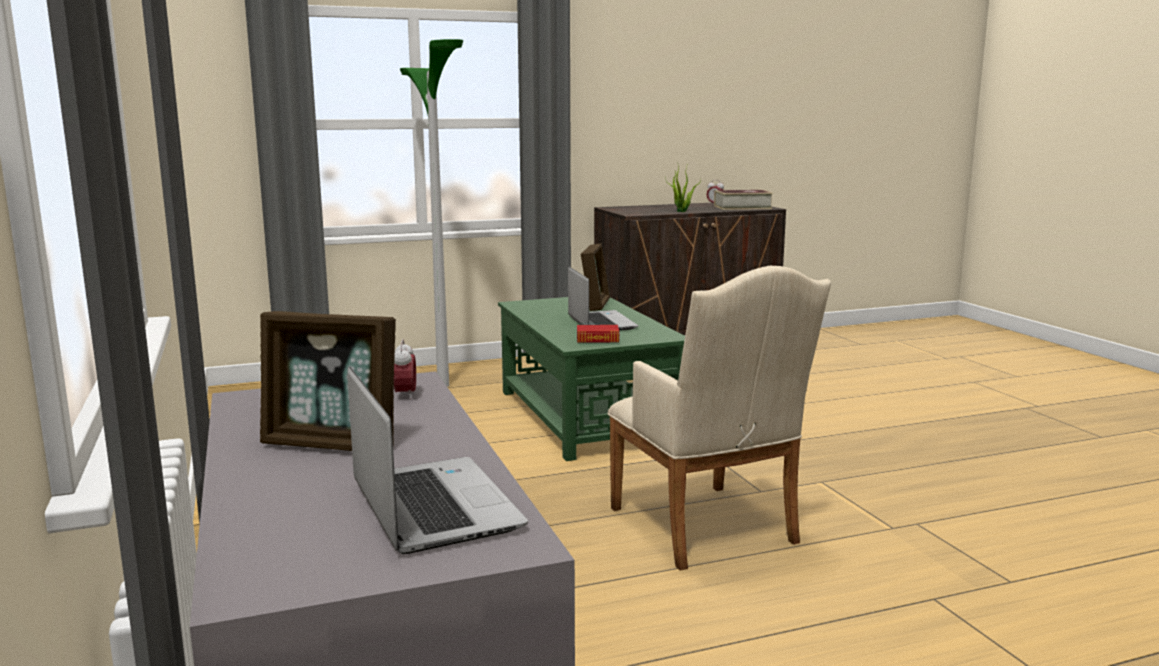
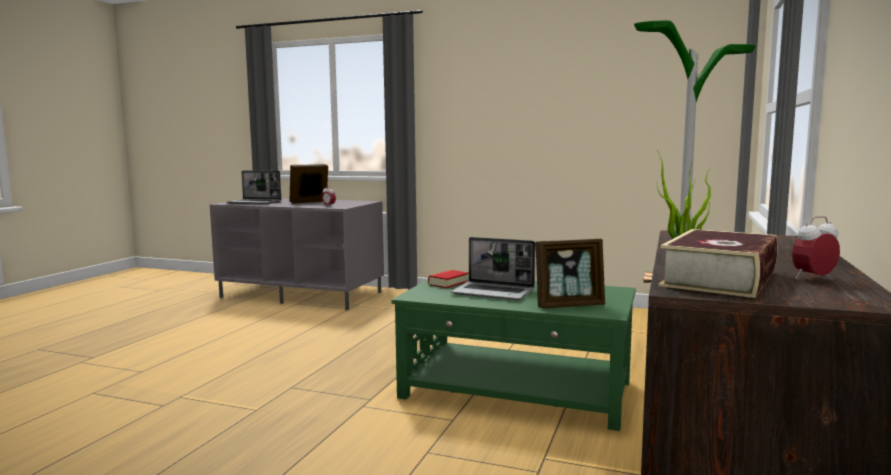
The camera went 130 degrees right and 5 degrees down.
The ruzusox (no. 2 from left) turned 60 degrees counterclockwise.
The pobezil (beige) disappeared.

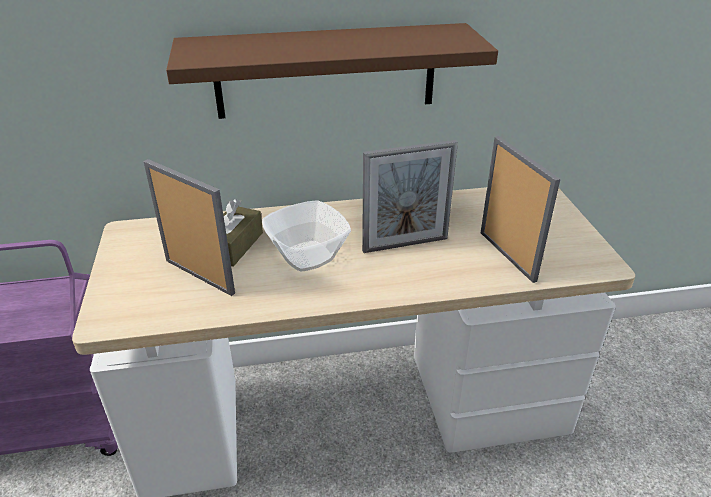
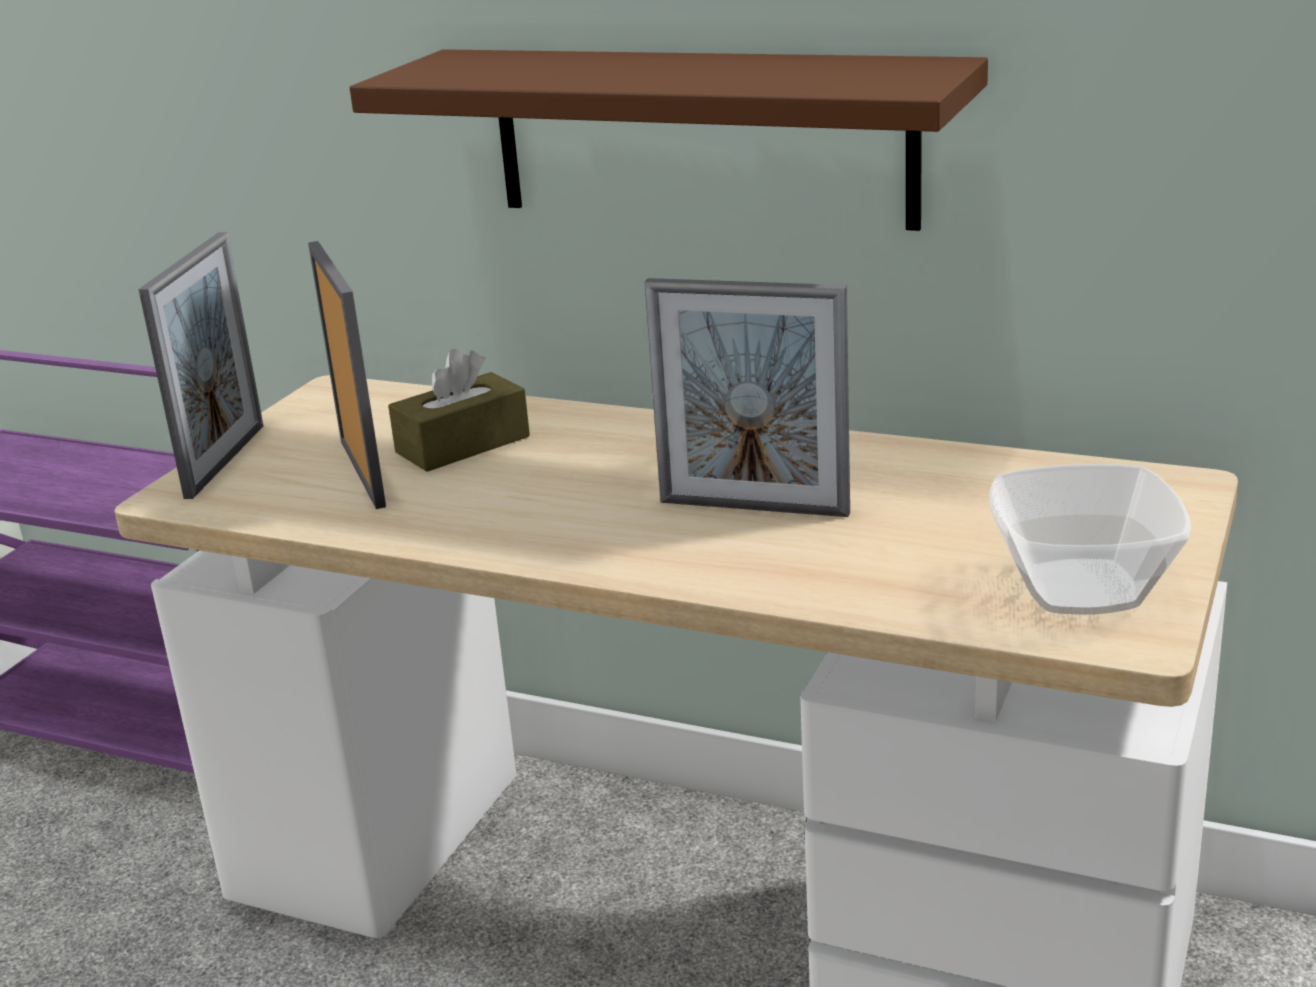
The camera went 35 degrees right and 10 degrees down.
The ruzusox (no. 3 from left in the first image) moved.
The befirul moved.

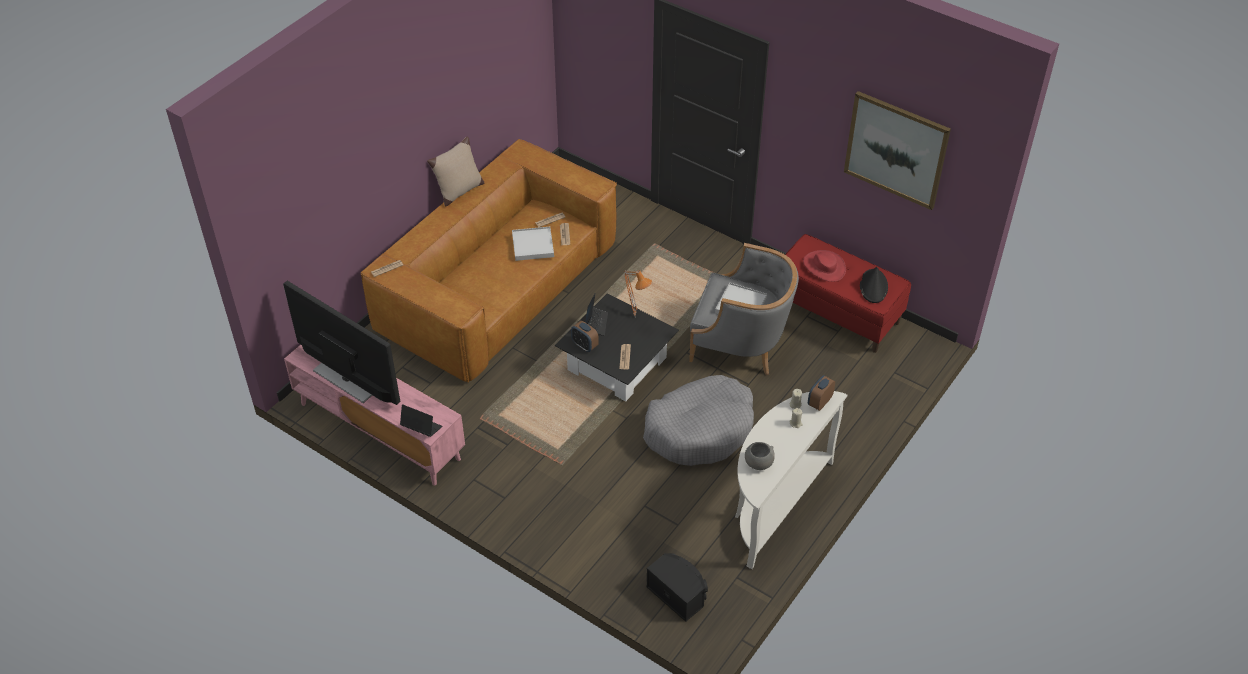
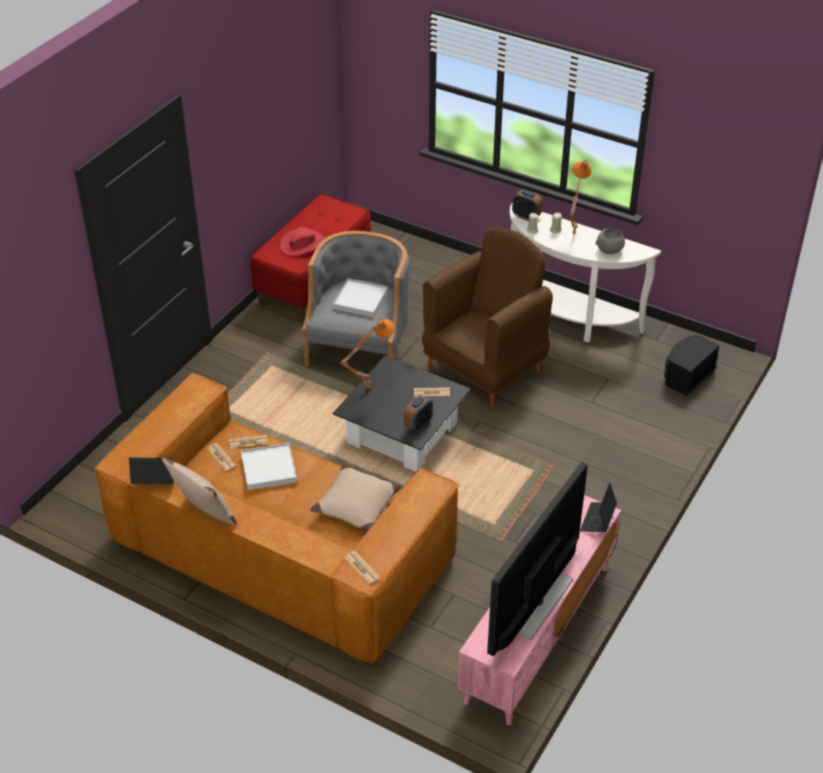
The camera went 95 degrees left and 5 degrees down.
The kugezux (no. 2 from left in the first image) moved.
The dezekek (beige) (no. 2 from left) appeared.
The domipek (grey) was replaced by the pobezil (brown).
The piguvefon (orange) (no. 2 from left) appeared.
The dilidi disappeared.
The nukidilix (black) disappeared.

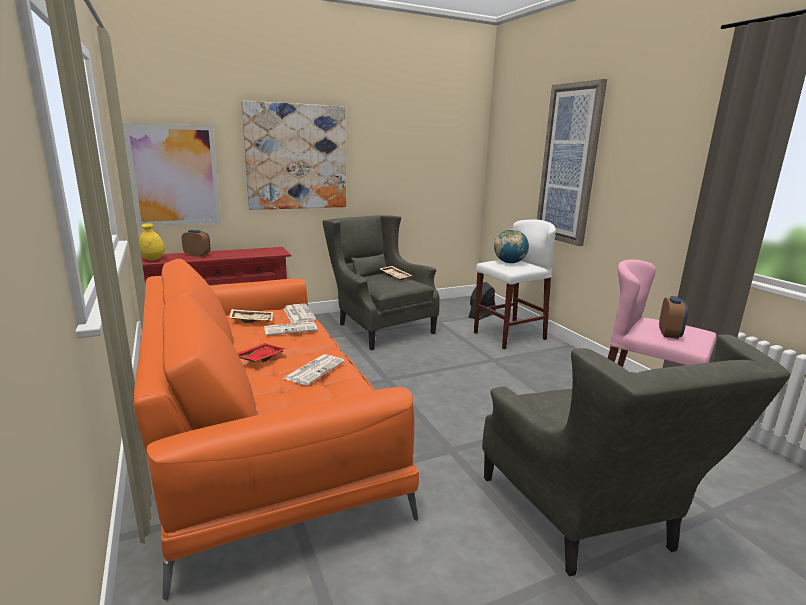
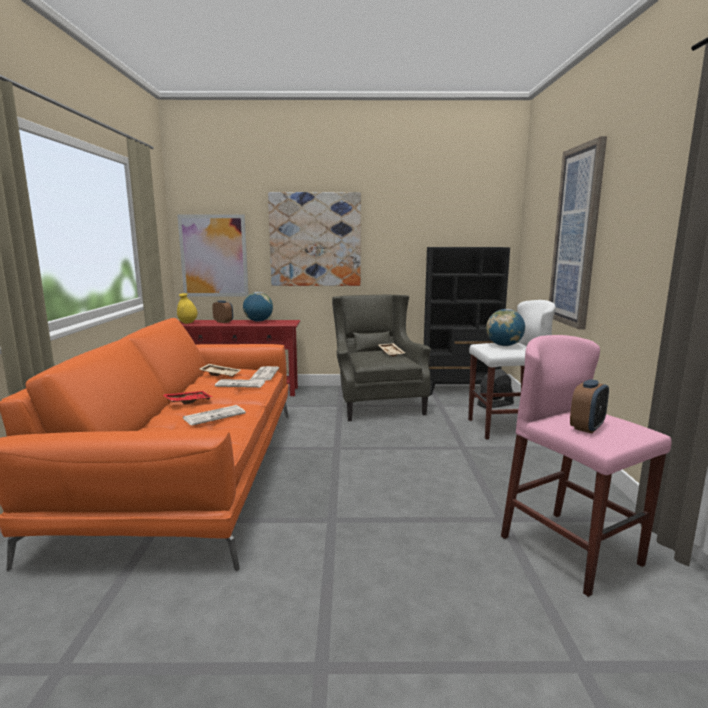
The camera went 25 degrees right and 5 degrees down.
The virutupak (no. 1 from left) appeared.
The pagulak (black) appeared.
The pobezil (grey) (no. 2 from left) disappeared.

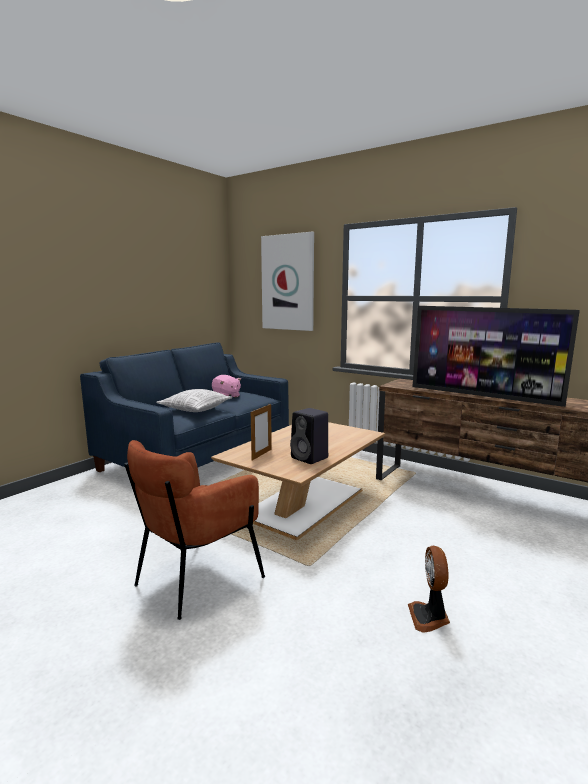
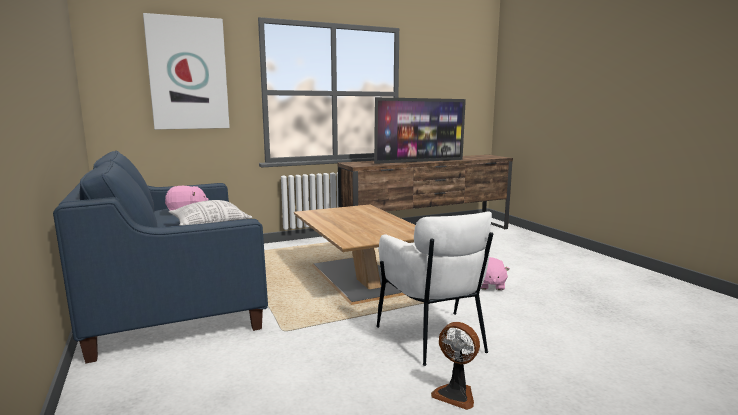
The camera went 60 degrees left and 0 degrees up.
The pobezil (brown) became the pobezil (white).
The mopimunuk moved.
The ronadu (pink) (no. 2 from left) appeared.
The ruzusox disappeared.
The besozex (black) disappeared.

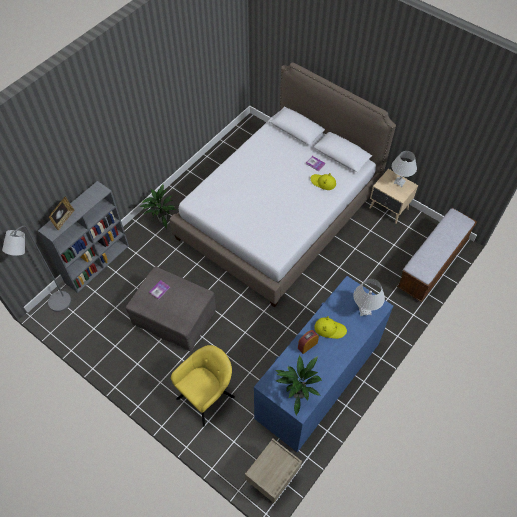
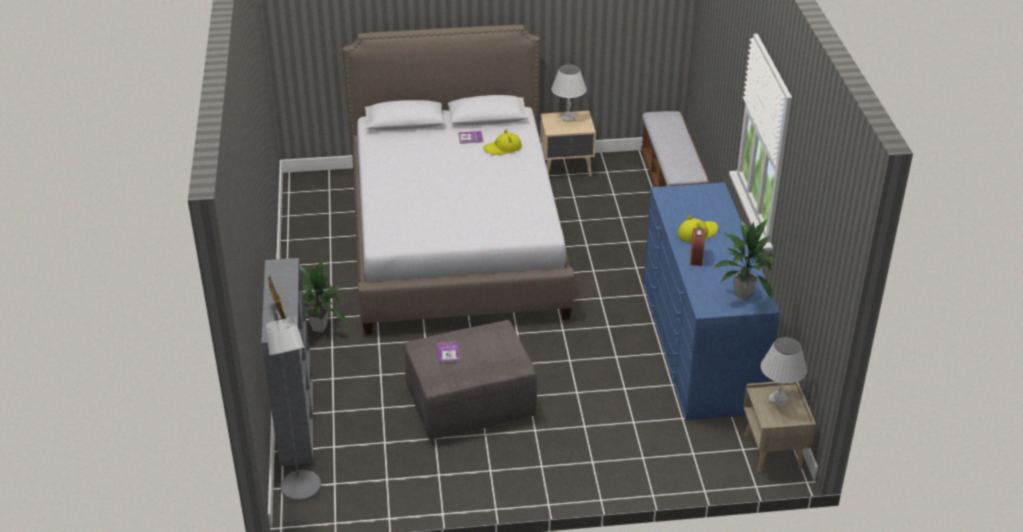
The camera went 45 degrees left and 20 degrees down.
The piguvefon (white) (no. 1 from left in the first image) moved.
The pobezil (yellow) disappeared.

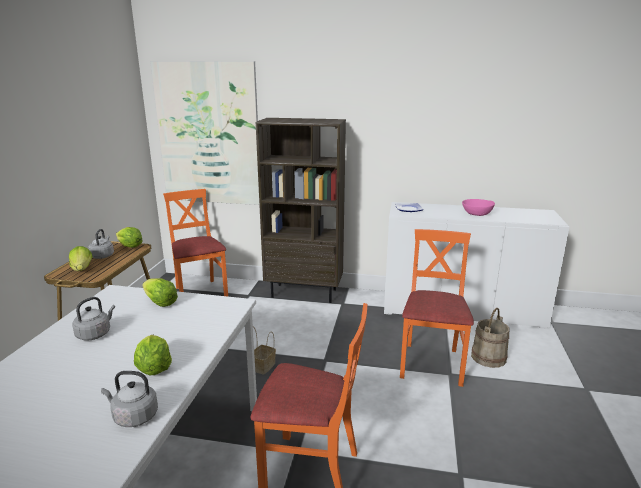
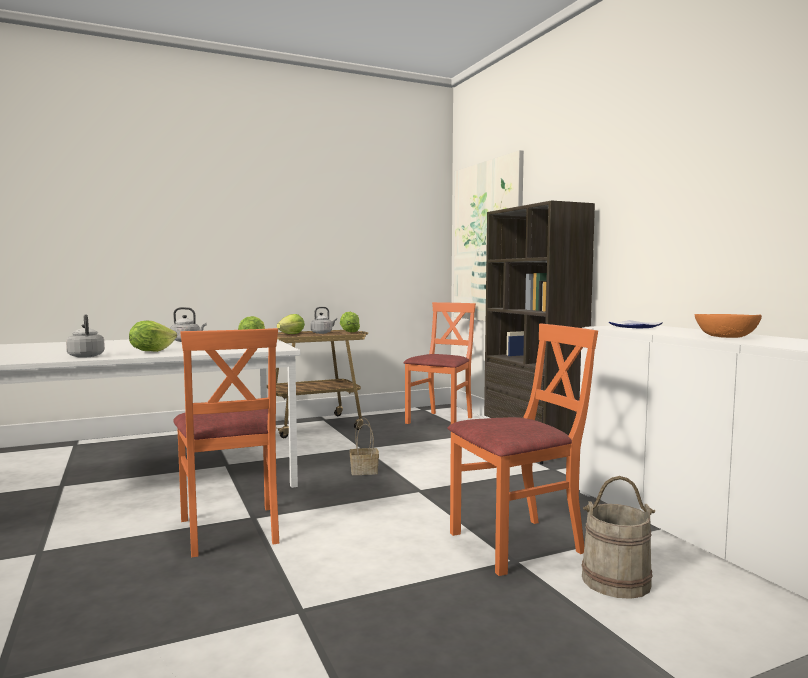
The camera went 55 degrees right and 15 degrees down.
The befirul (pink) became the befirul (orange).

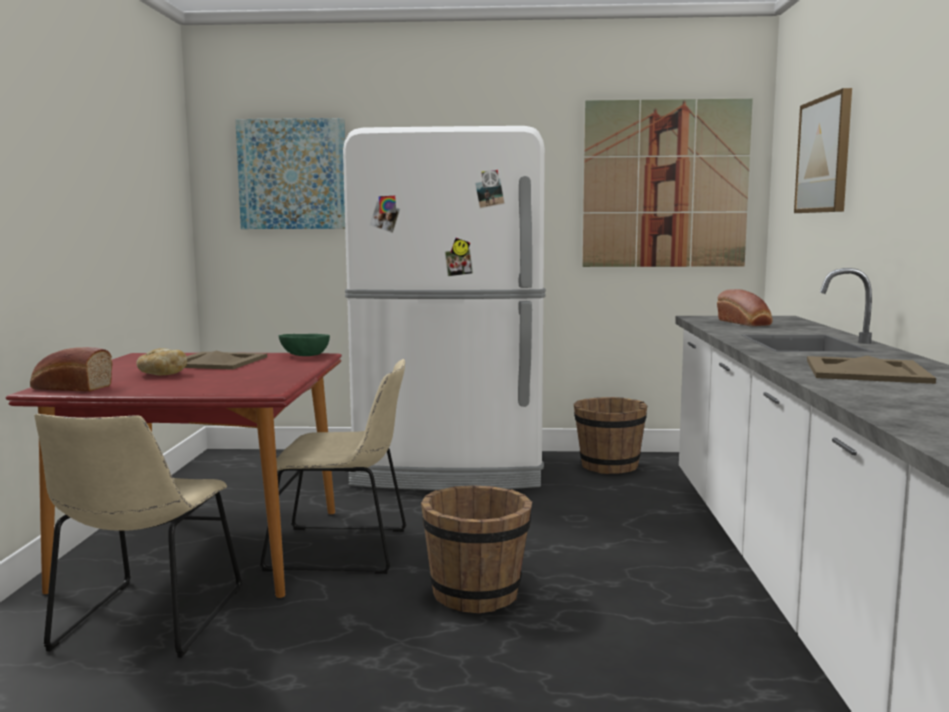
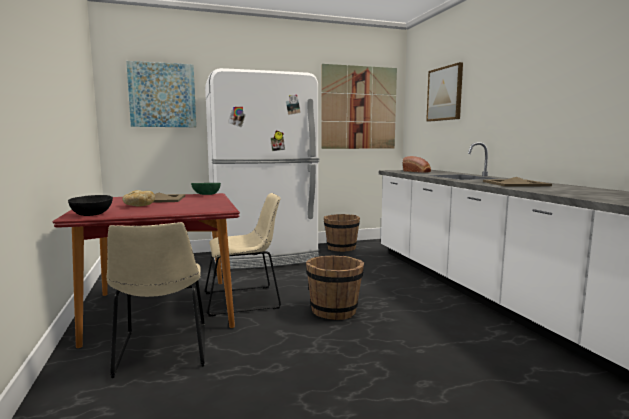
The camera went 20 degrees left and 0 degrees up.
The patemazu (no. 1 from left) was replaced by the befirul (black).

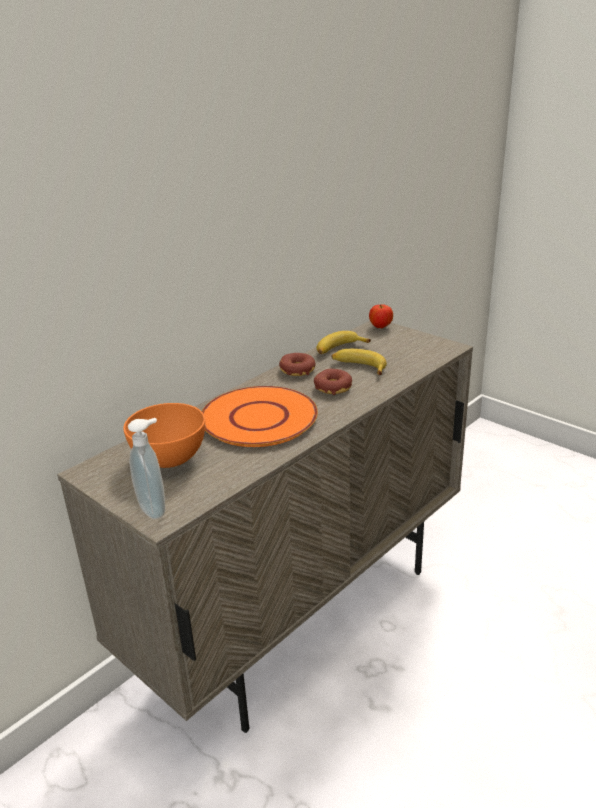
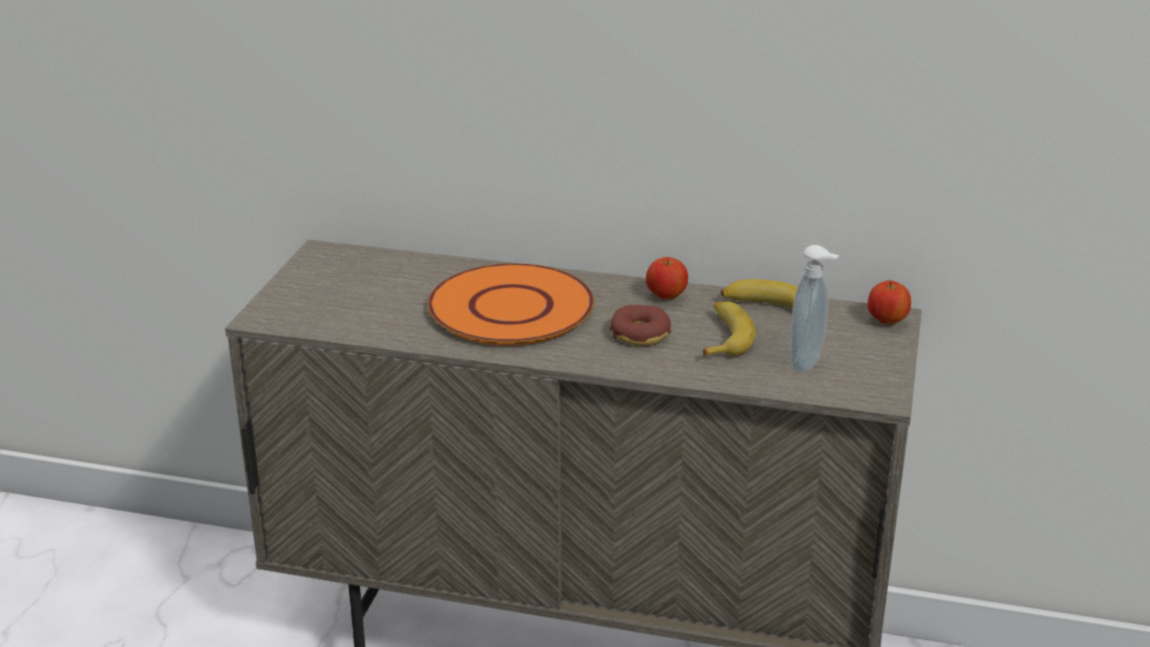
The camera went 60 degrees right and 0 degrees up.
The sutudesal (no. 1 from left) was replaced by the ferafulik (no. 1 from left).
The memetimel moved.
The befirul (orange) disappeared.

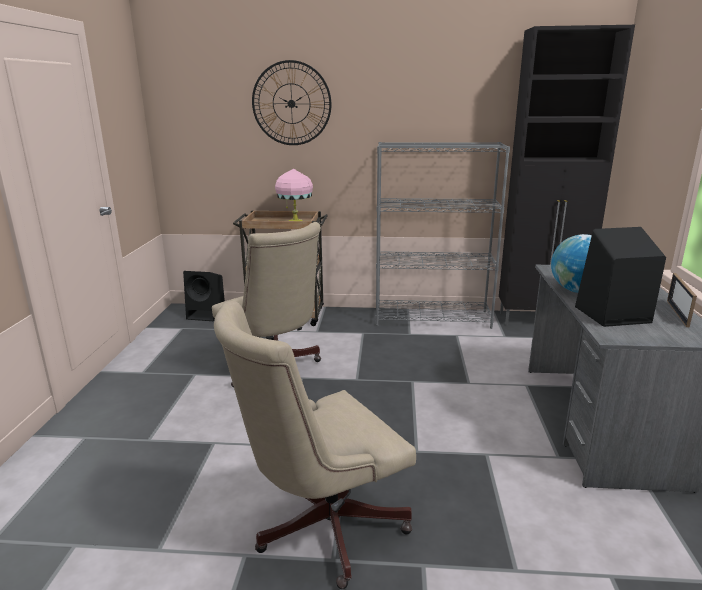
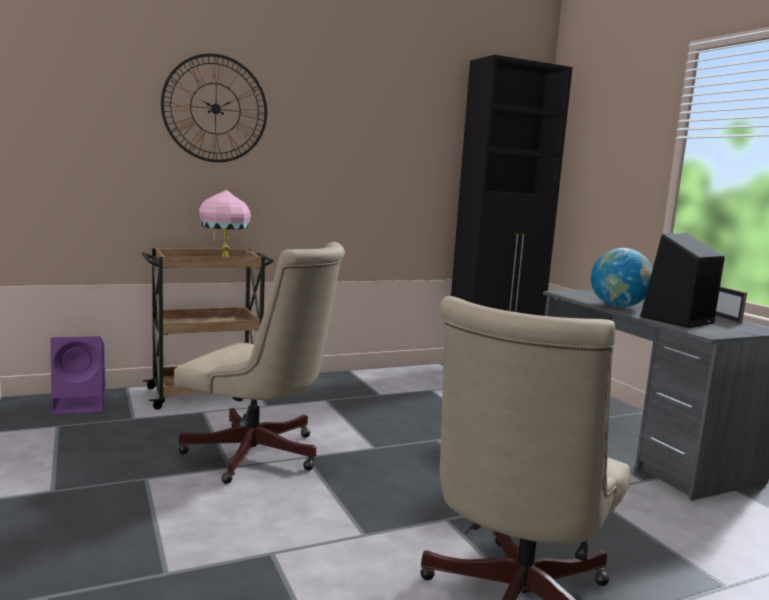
The camera went 30 degrees left and 10 degrees down.
The besozex (black) (no. 1 from left) became the besozex (purple).
The pagulak (grey) disappeared.

